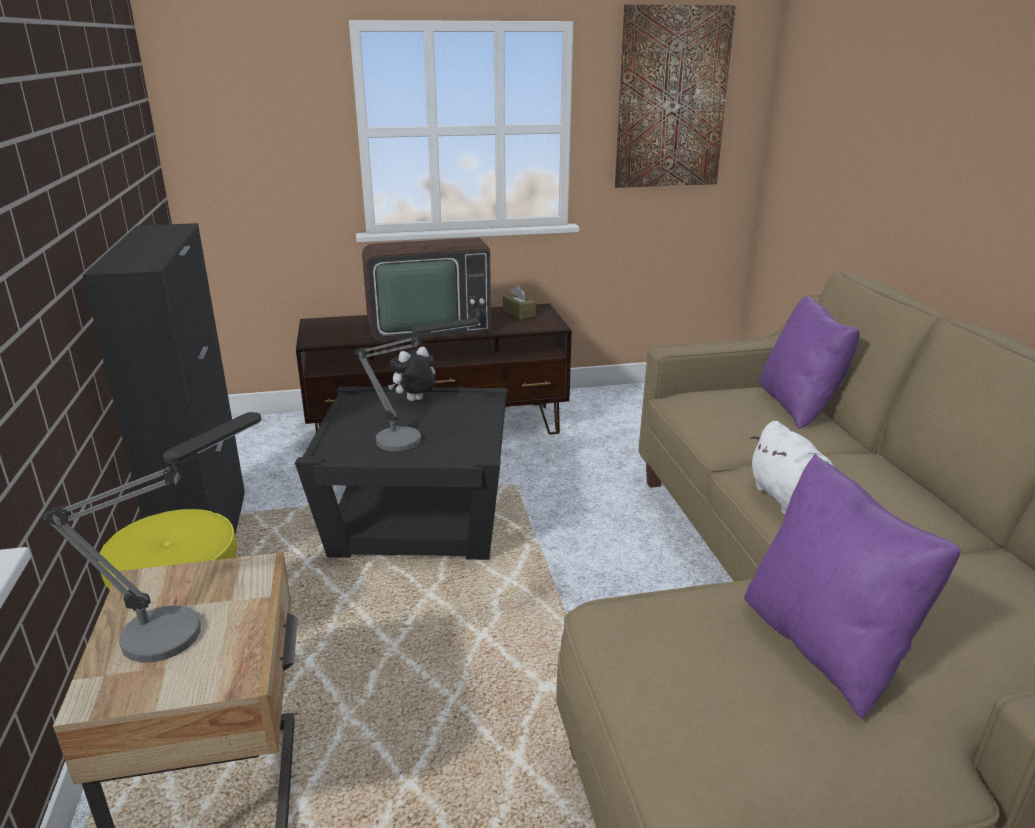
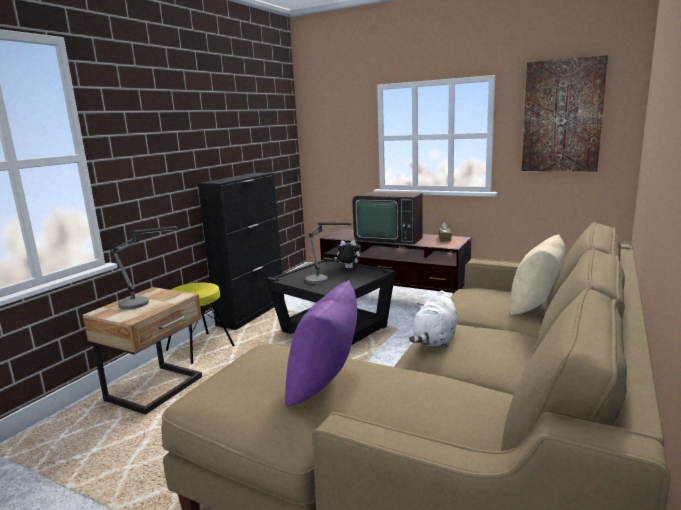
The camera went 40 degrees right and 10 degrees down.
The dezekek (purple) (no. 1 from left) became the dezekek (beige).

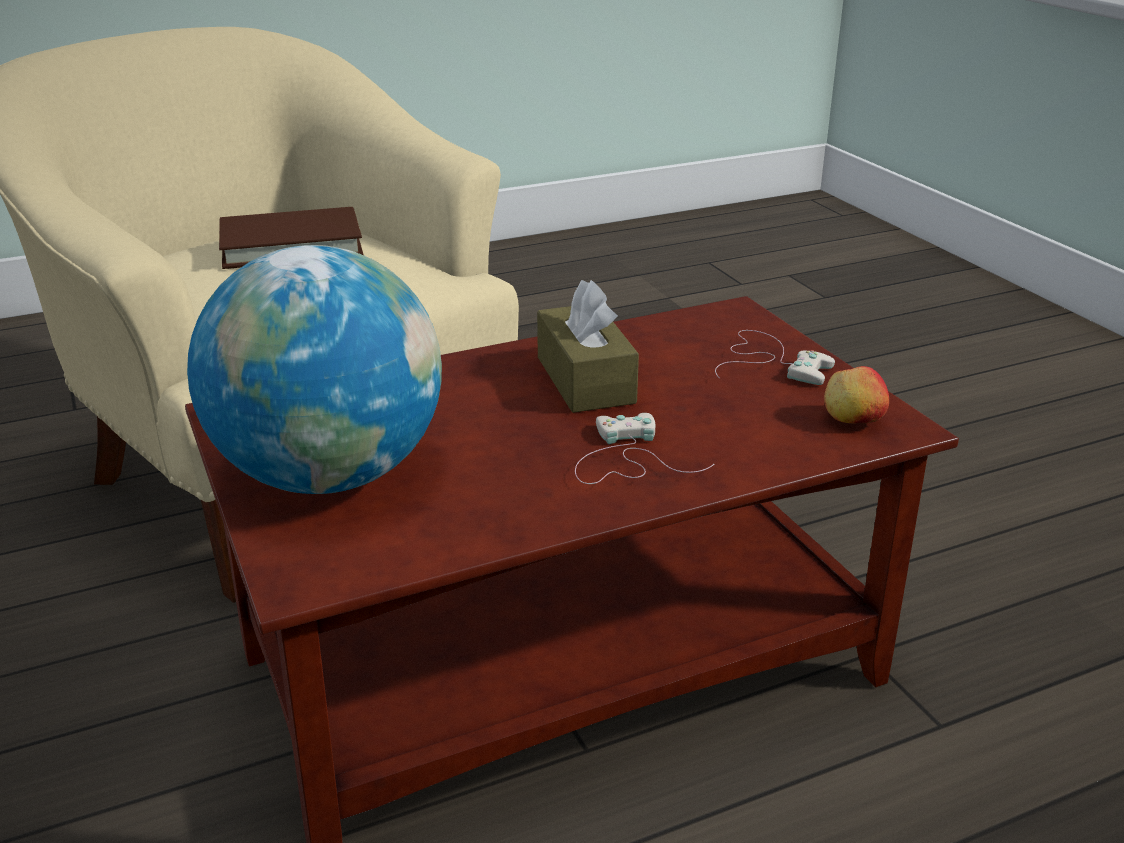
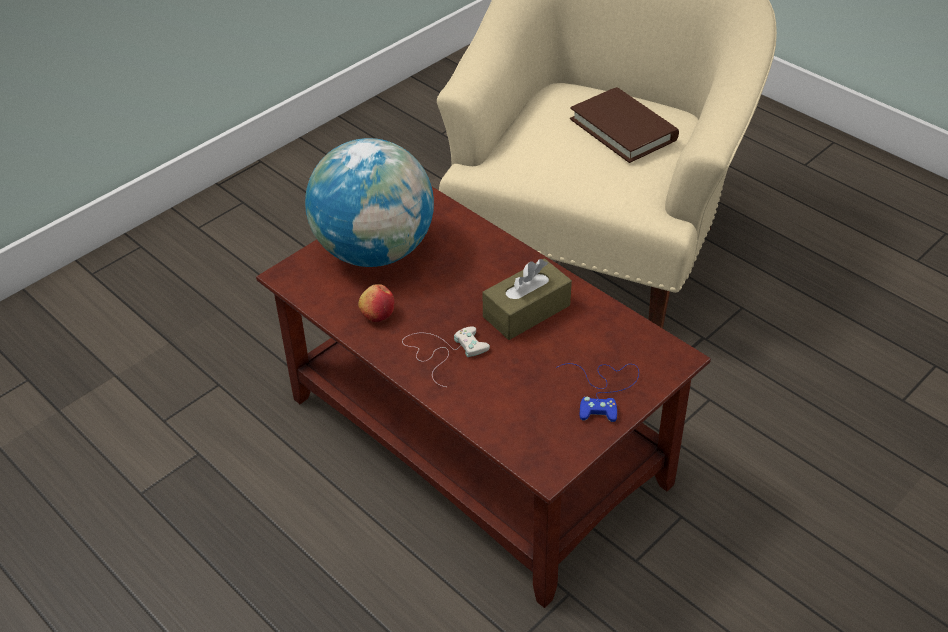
The camera went 70 degrees right and 15 degrees up.
The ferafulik moved.
The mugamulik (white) (no. 2 from left) became the mugamulik (blue).

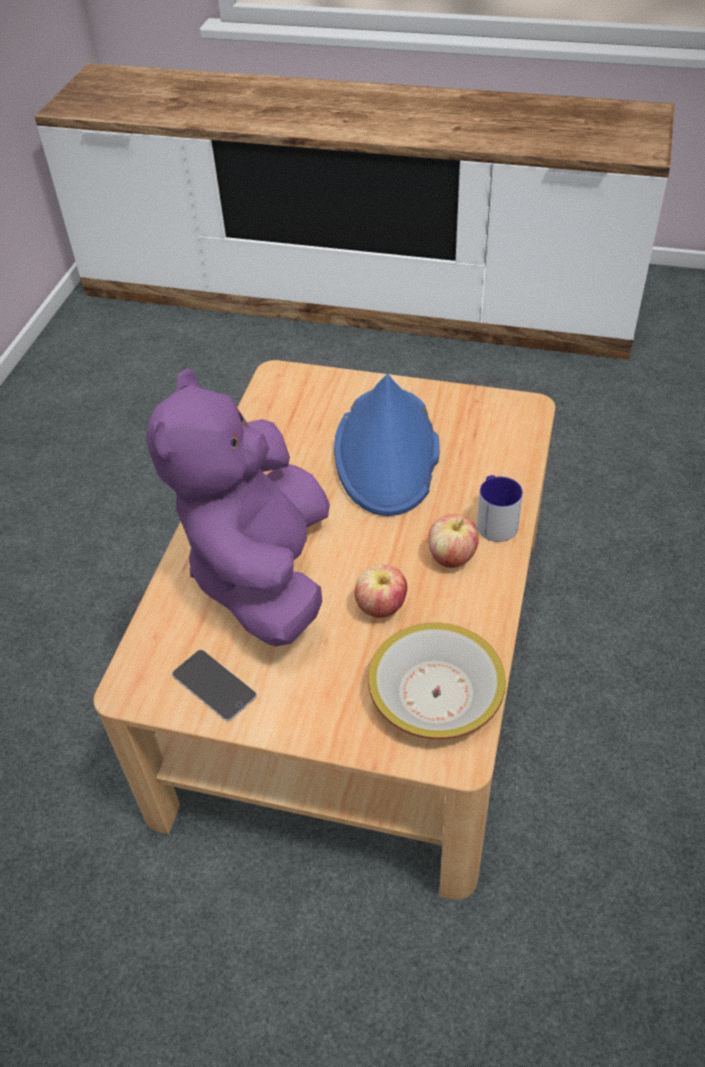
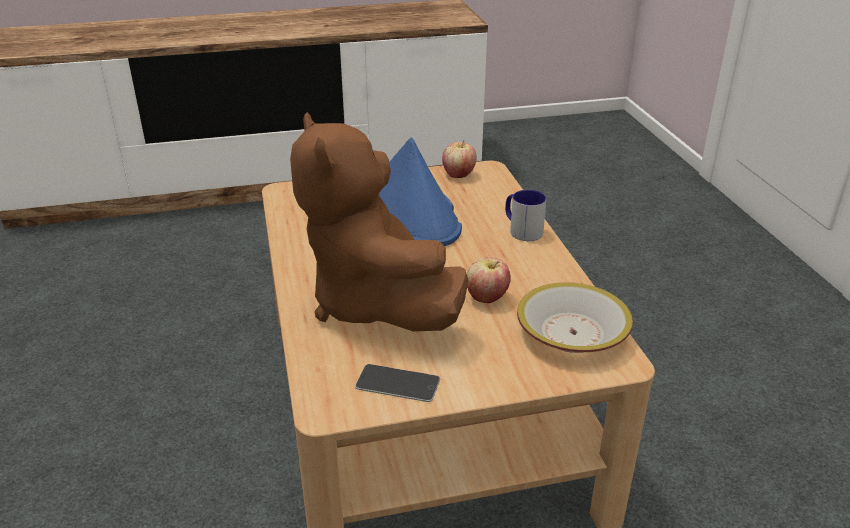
The camera went 30 degrees left and 15 degrees down.
The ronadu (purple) became the ronadu (brown).
The ferafulik (no. 2 from left in the first image) moved.

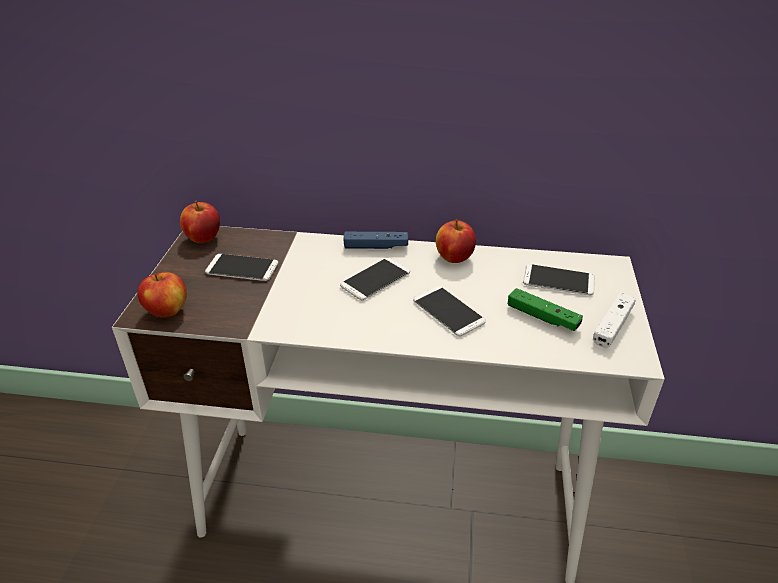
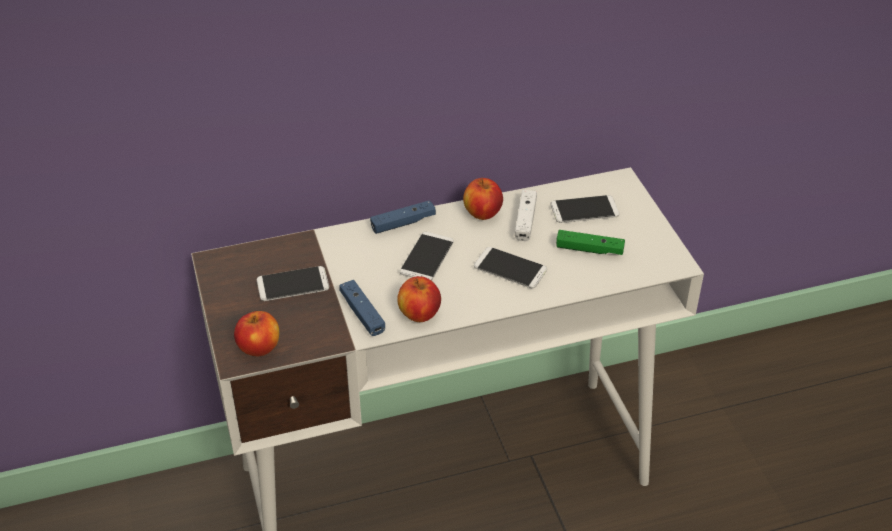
The camera went 25 degrees left and 5 degrees up.
The mugamulik (blue) (no. 1 from left) appeared.
The ferafulik (no. 2 from left) moved.
The mugamulik (white) moved.

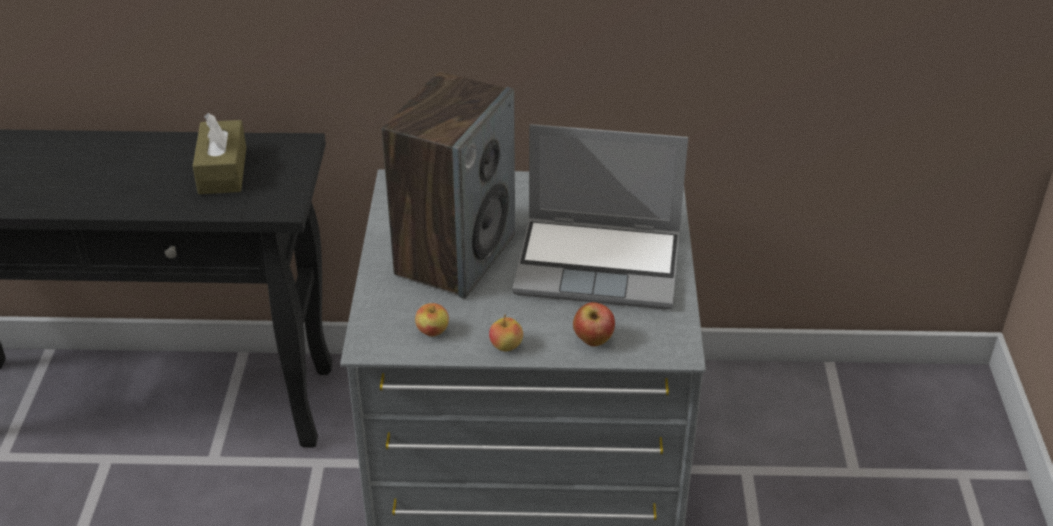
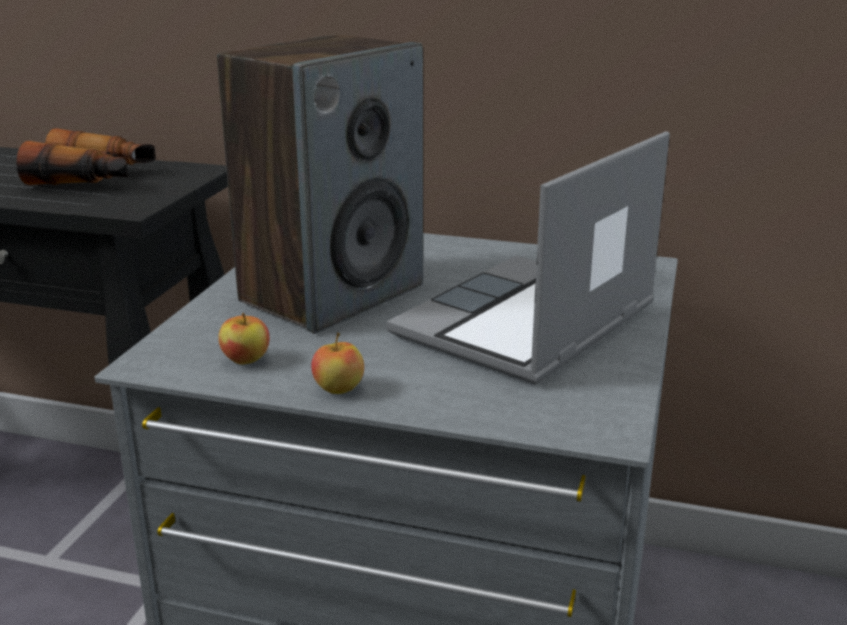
The camera went 15 degrees right and 15 degrees down.
The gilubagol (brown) was replaced by the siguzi.
The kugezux turned 105 degrees clockwise.
The ferafulik (no. 3 from left) disappeared.

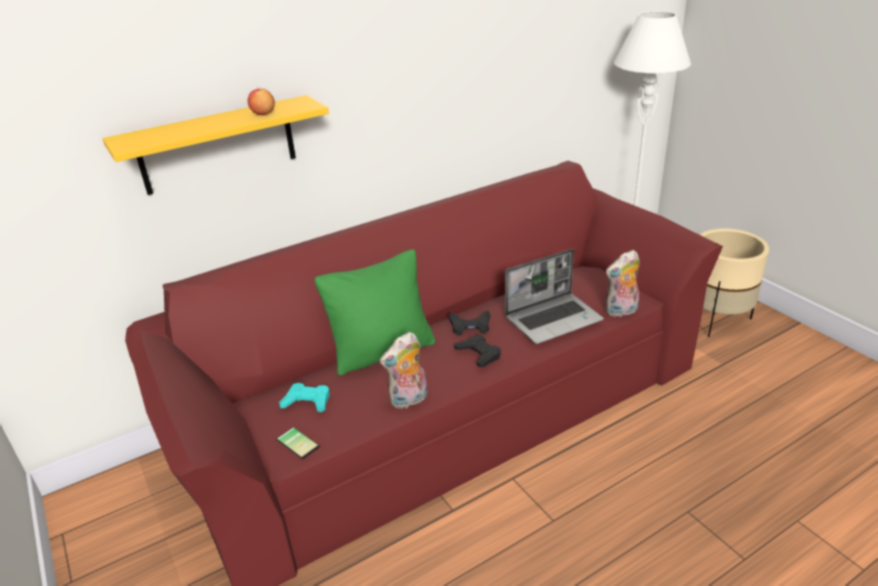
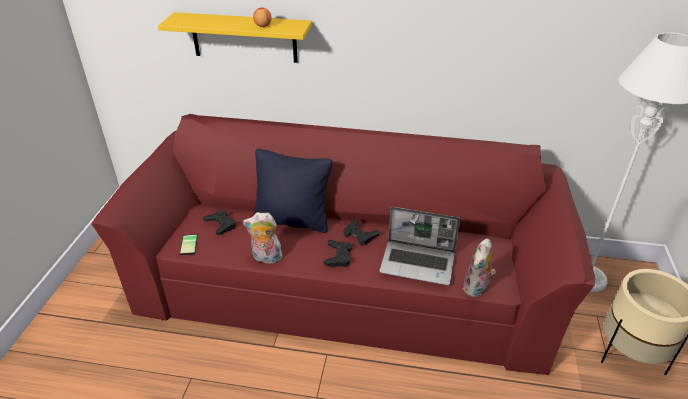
The camera went 40 degrees right and 5 degrees up.
The mugamulik (turquoise) became the mugamulik (black) (no. 1 from left).
The dezekek (green) became the dezekek (black).
The ronadu (no. 2 from left) turned 75 degrees counterclockwise.

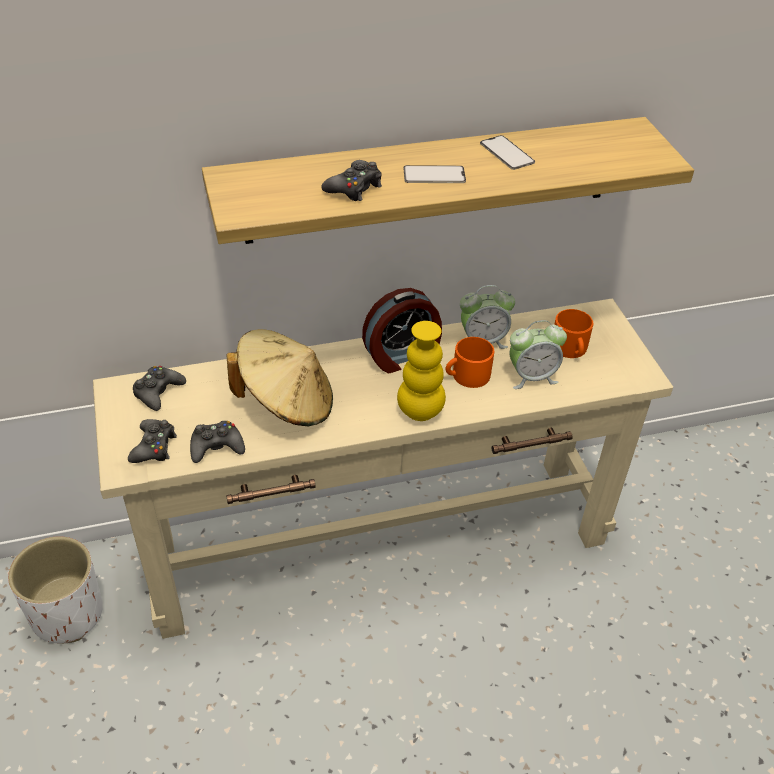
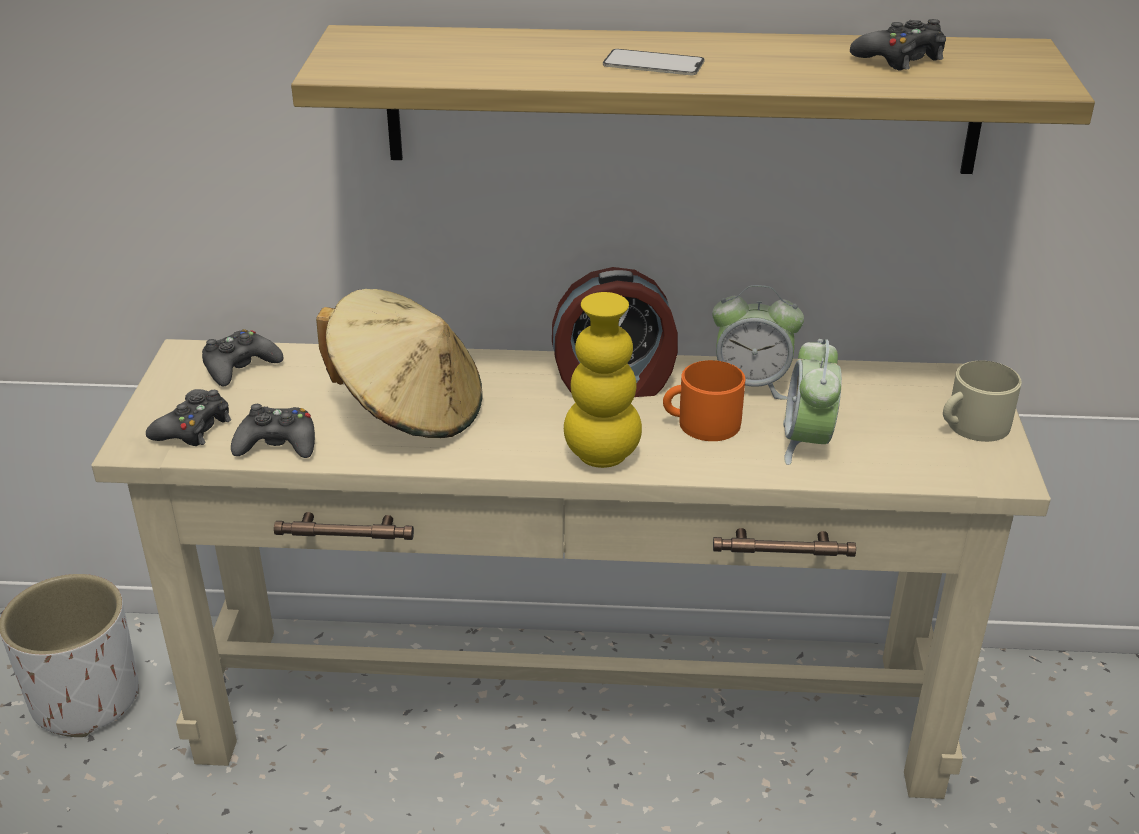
The camera went 20 degrees right and 10 degrees down.
The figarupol (no. 3 from left) turned 90 degrees clockwise.
The mugamulik (black) (no. 4 from left) moved.
The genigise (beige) appeared.
The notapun (no. 2 from left) disappeared.
The genigise (orange) (no. 2 from left) disappeared.

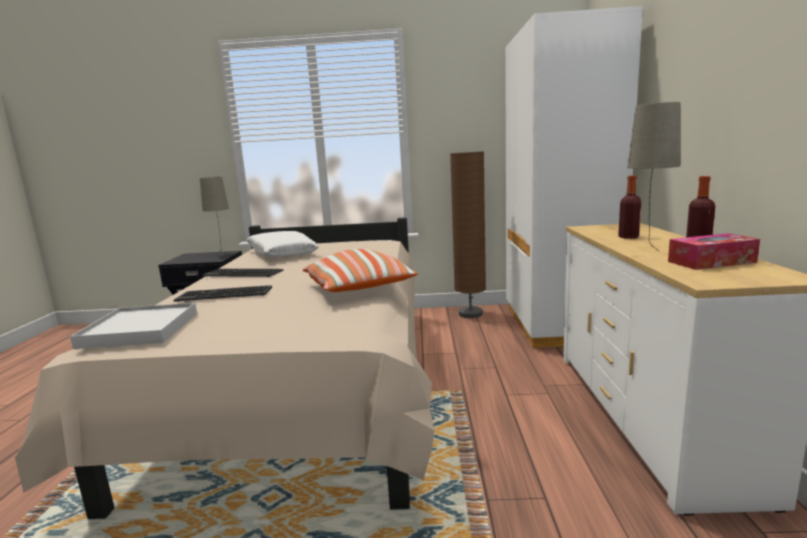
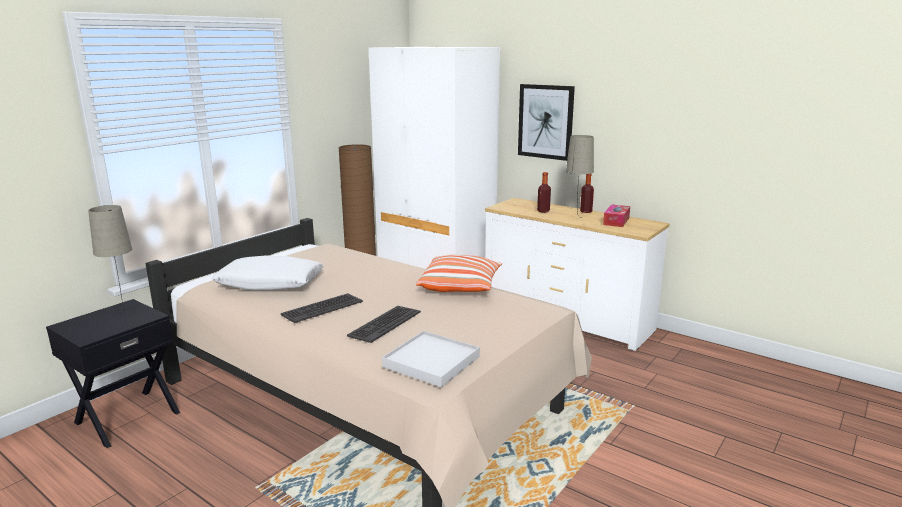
The camera went 55 degrees left and 5 degrees up.
The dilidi appeared.

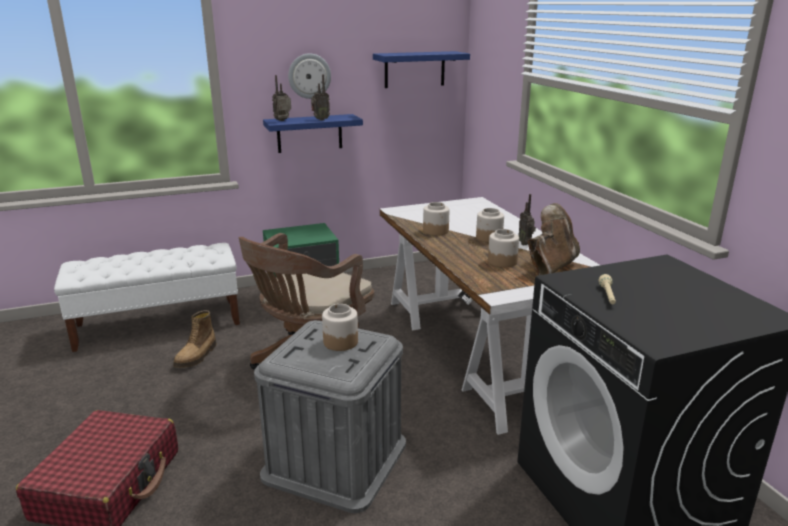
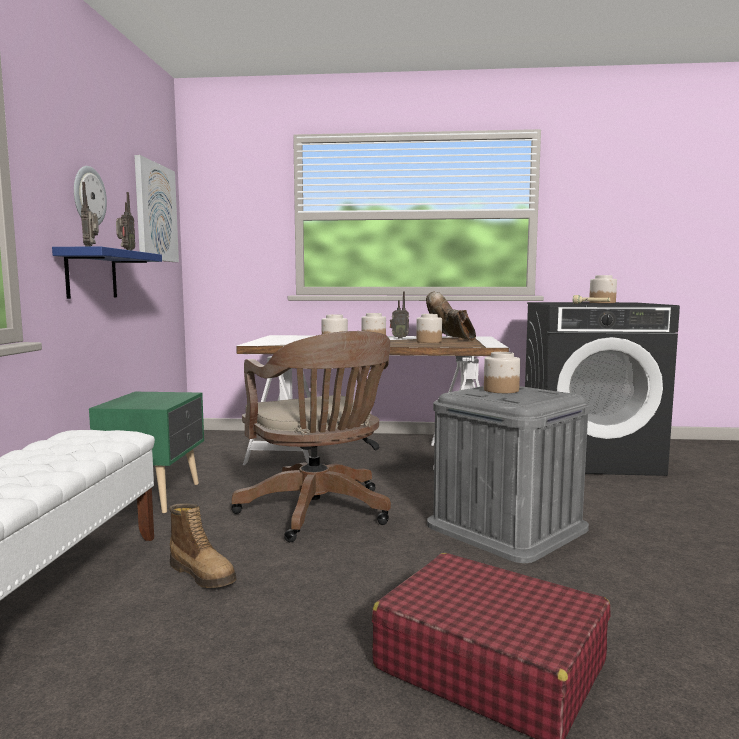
The camera went 65 degrees left and 15 degrees down.
The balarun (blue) (no. 2 from left) was replaced by the dilidi.
The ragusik (no. 5 from left) appeared.

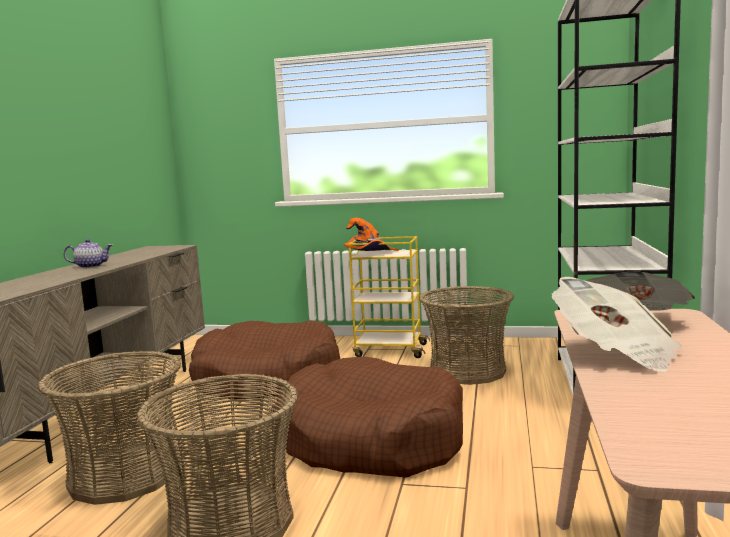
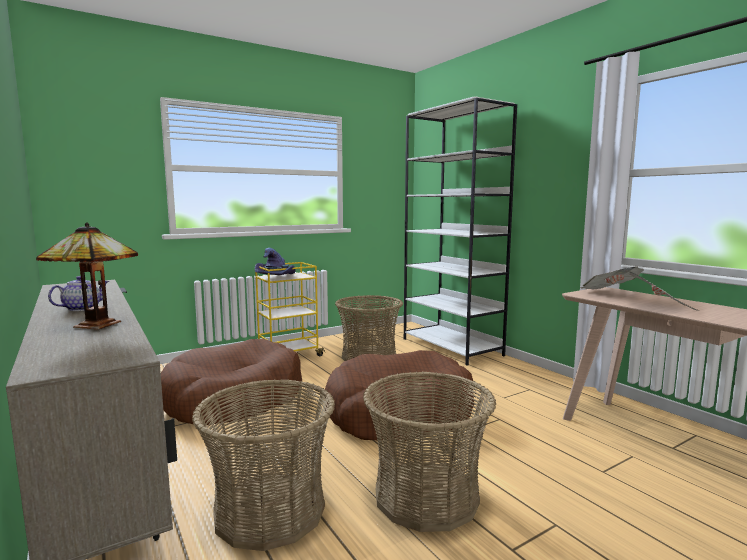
The camera went 45 degrees left and 0 degrees up.
The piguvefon appeared.
The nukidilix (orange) became the nukidilix (purple).

